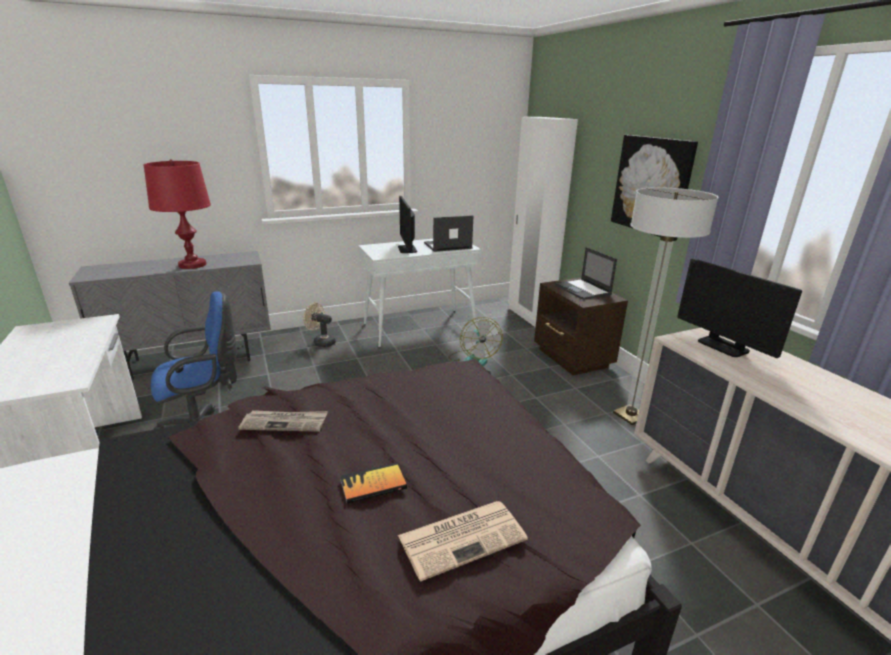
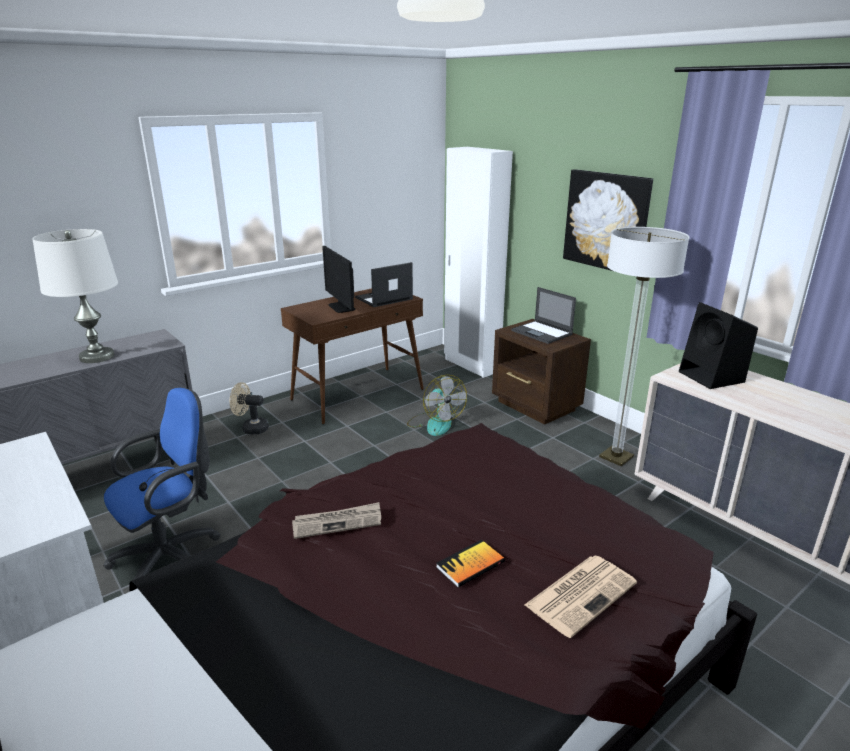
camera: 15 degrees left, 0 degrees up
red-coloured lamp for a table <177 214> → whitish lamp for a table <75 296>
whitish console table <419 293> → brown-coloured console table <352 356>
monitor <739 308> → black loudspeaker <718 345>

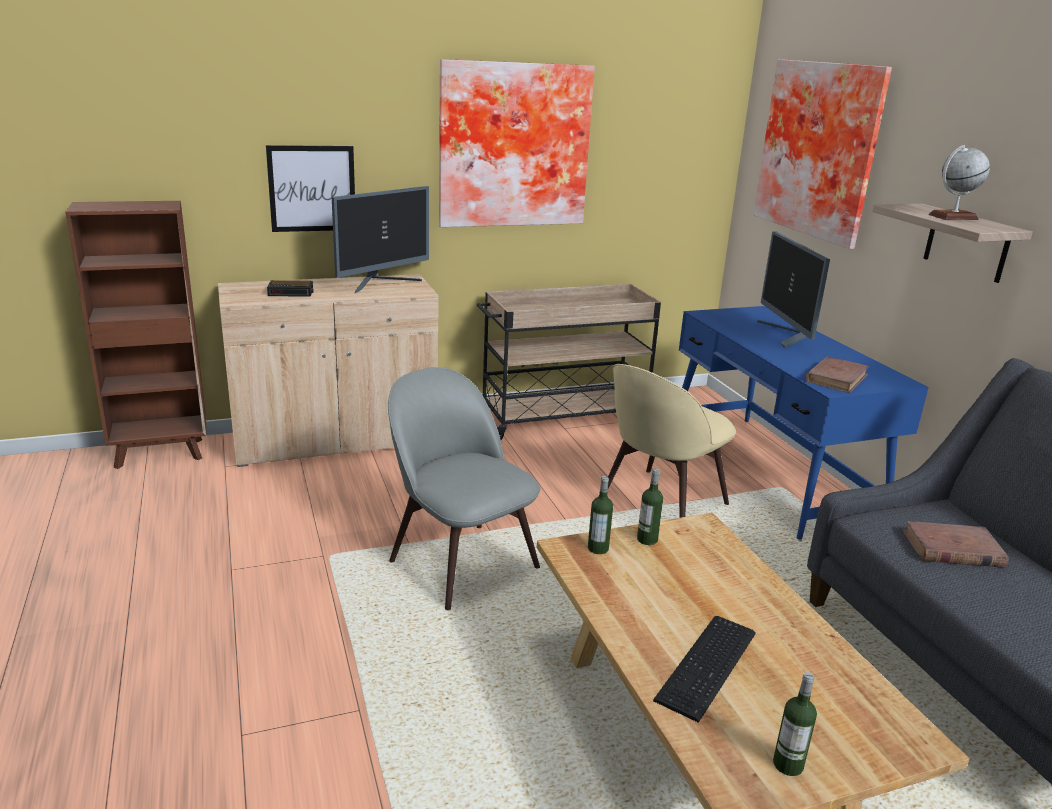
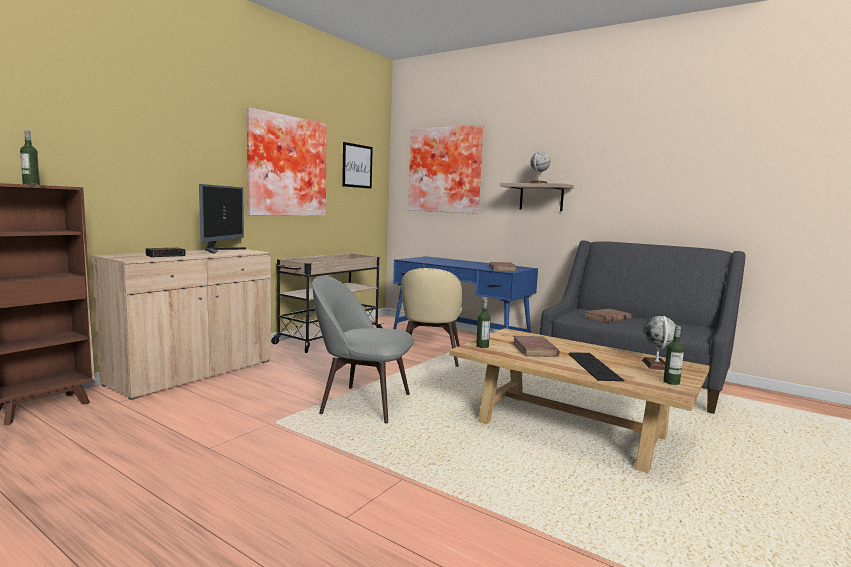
camera: 35 degrees left, 15 degrees down
bottle <650 506> → bottle <30 157>, relocated
wall art <310 188> → wall art <357 165>, relocated
- → brown-coloured book <536 346>
- → desk globe <659 343>
monitor <793 289> → -

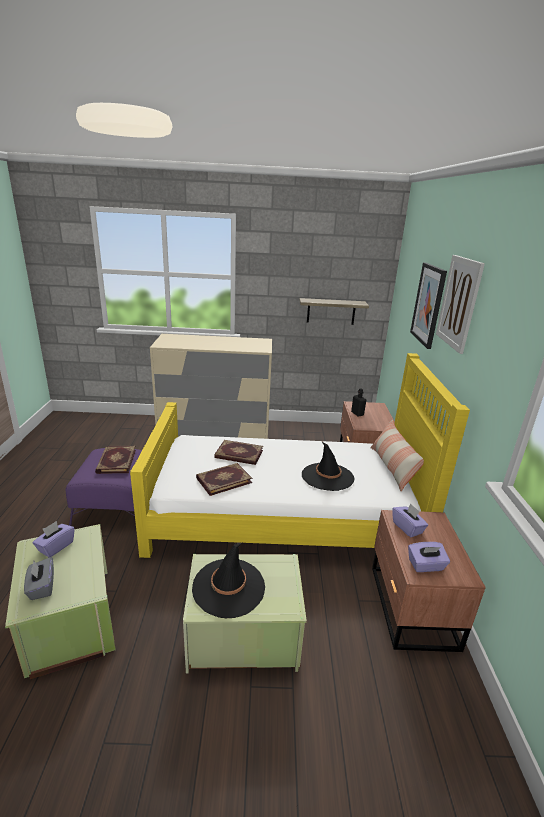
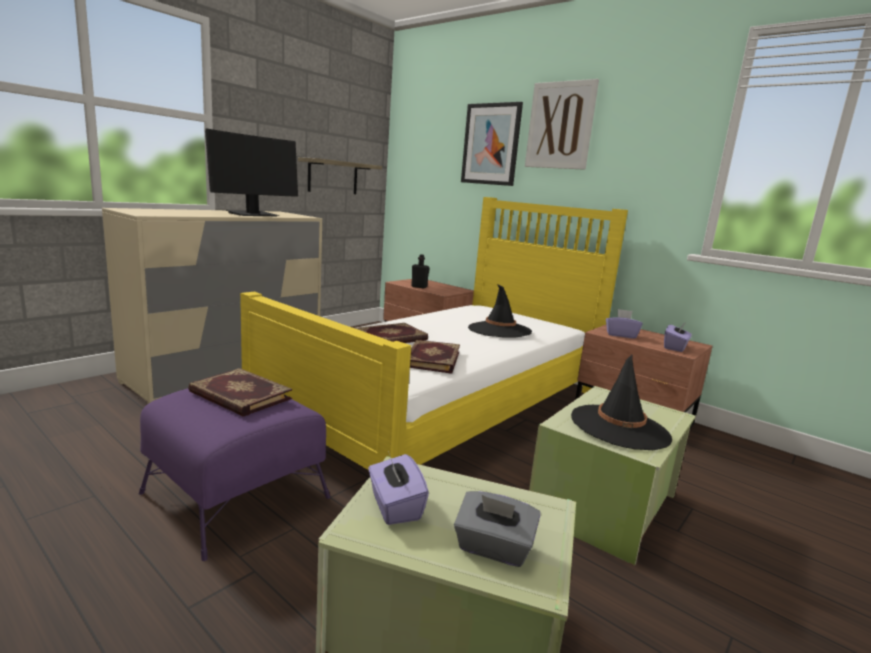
camera: 50 degrees left, 10 degrees down
- → monitor <251 172>
throw pillow <397 455> → -

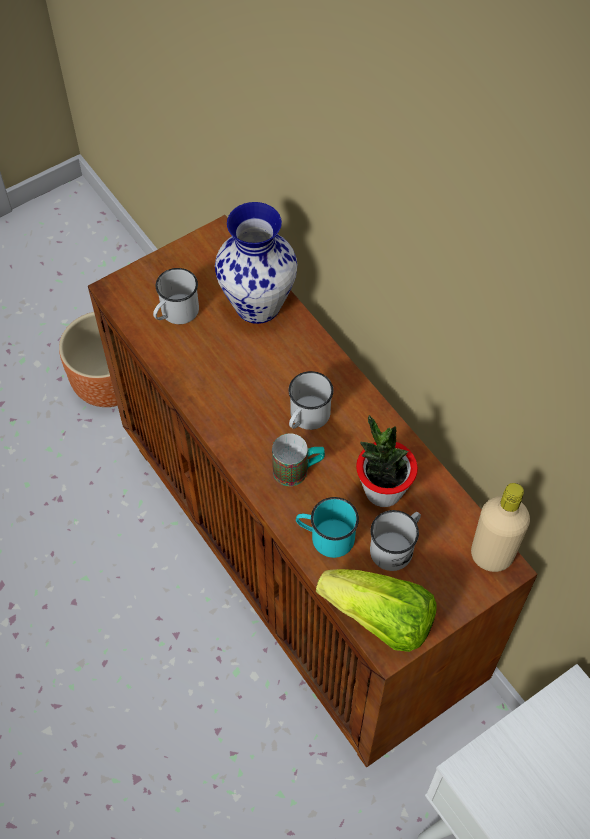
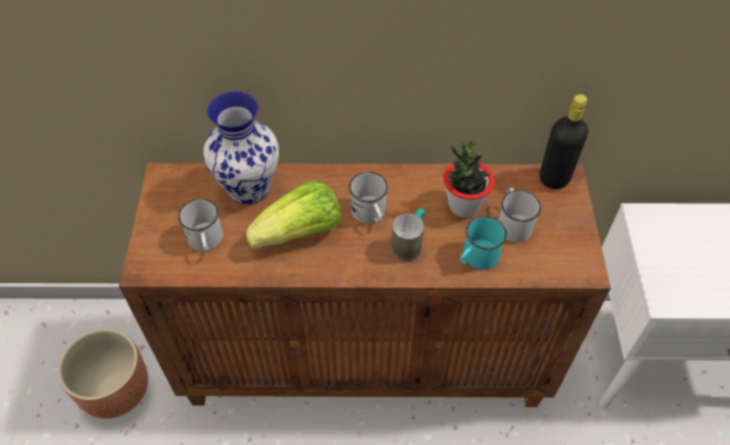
camera: 55 degrees left, 5 degrees down
lettuce head <376 610> → lettuce head <293 214>, relocated
sand-coloured bottle <500 527> → black bottle <564 141>

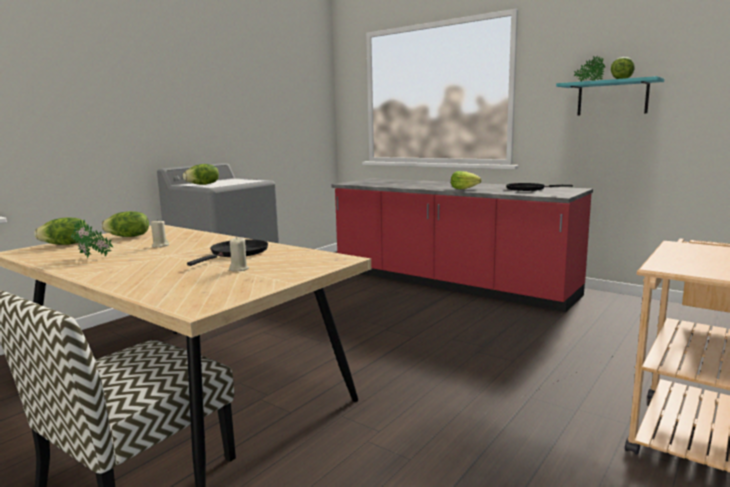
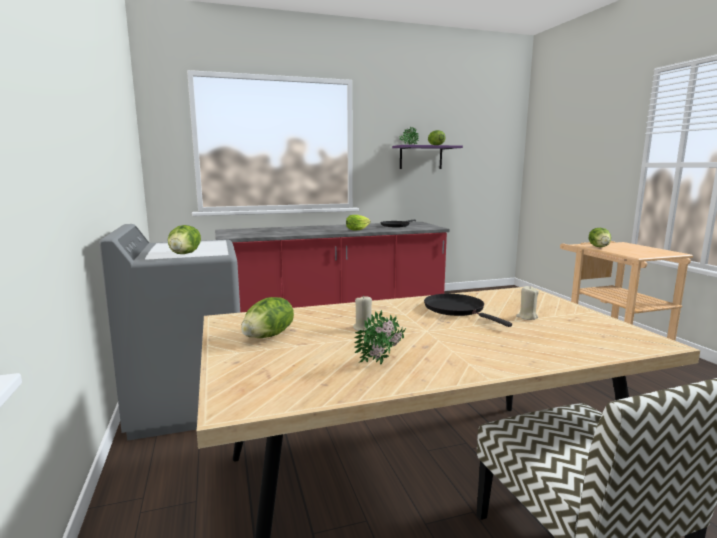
camera: 55 degrees left, 0 degrees up
blue-green bracket shelf <610 96> → purple bracket shelf <427 157>
lettuce head <61 231> → lettuce head <600 237>, relocated

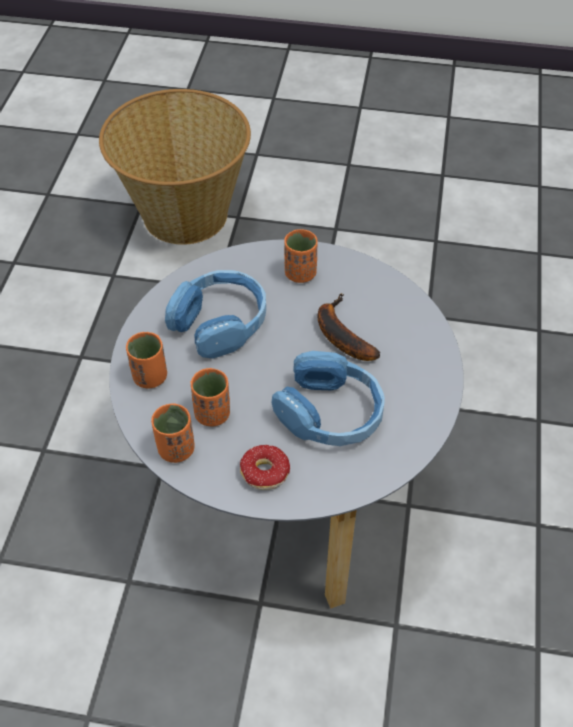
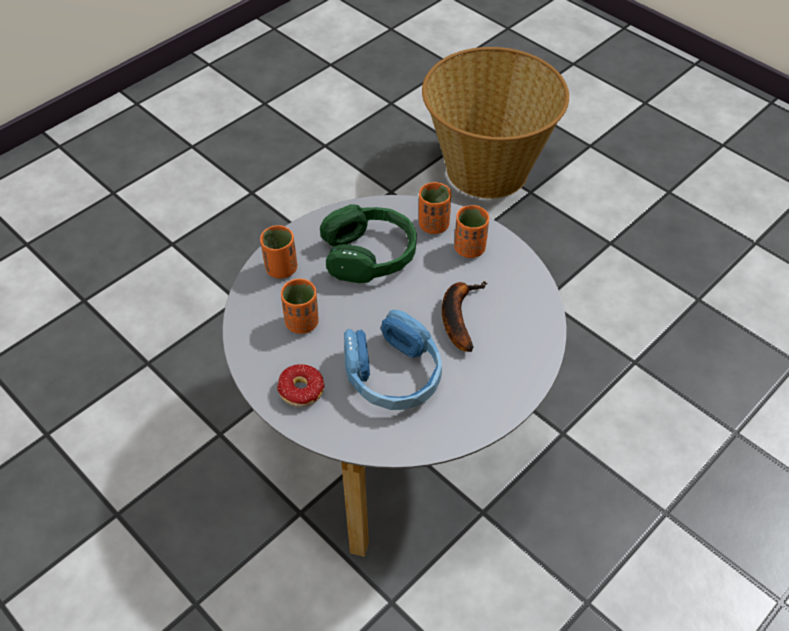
camera: 35 degrees right, 0 degrees up
bluish headphones <215 314> → greenish headphones <368 243>
orange-coloured drinking cup <173 433> → orange-coloured drinking cup <435 208>, relocated

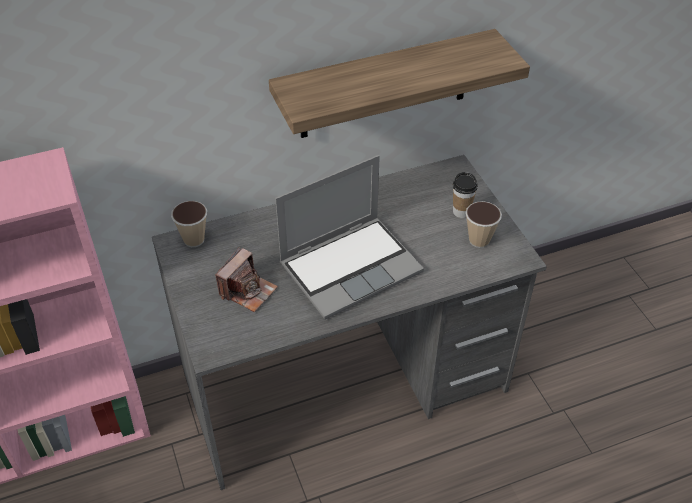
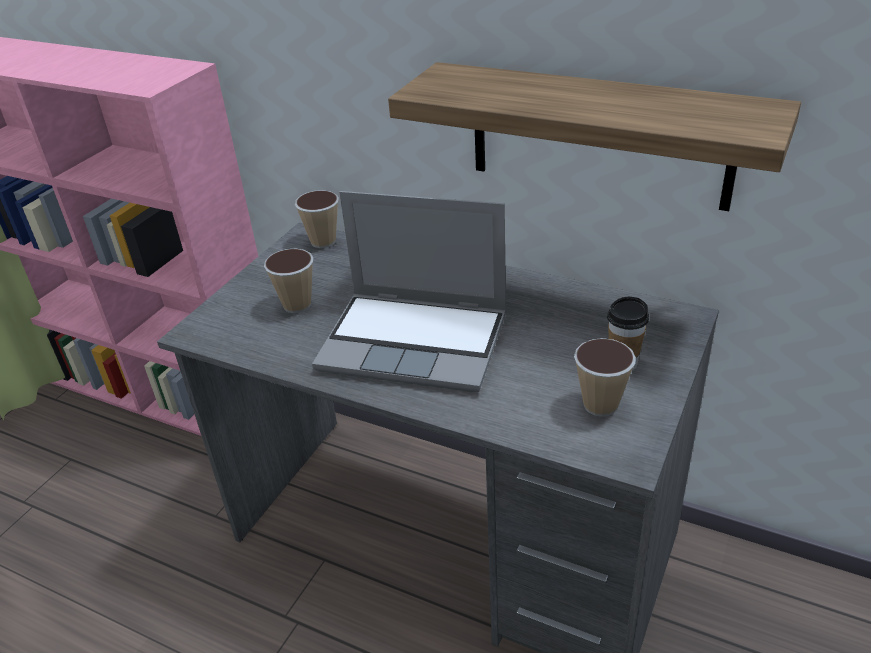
camera: 50 degrees right, 10 degrees down
photo camera <247 279> → drinking cup <288 281>

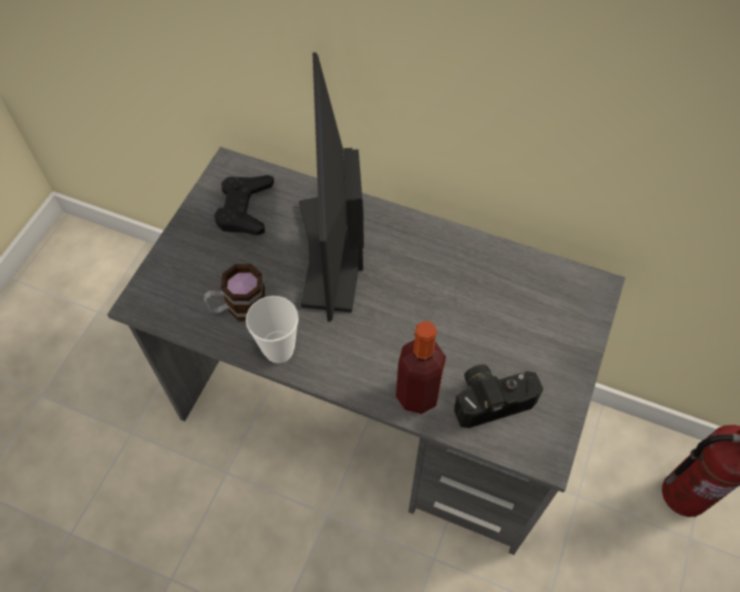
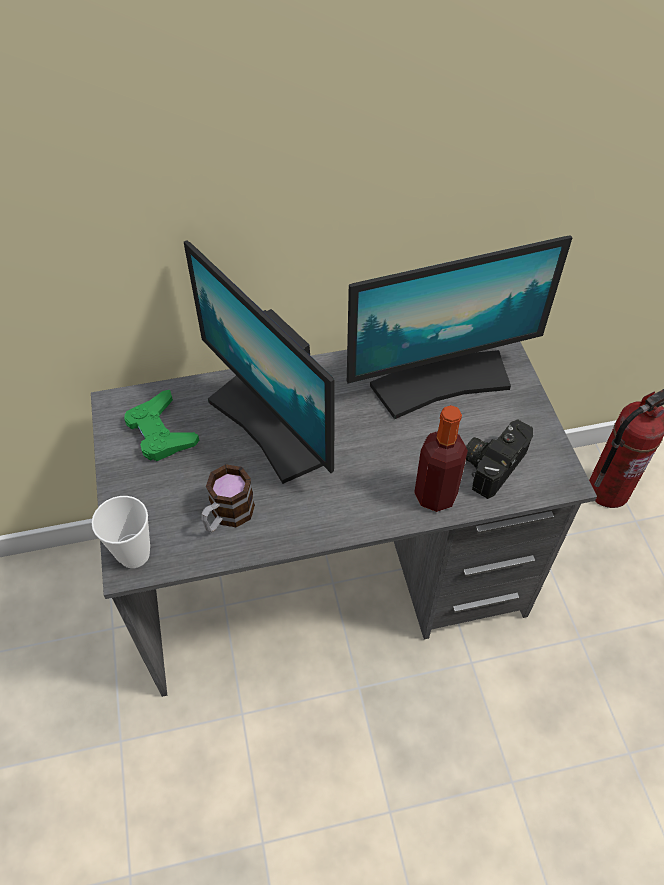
camera: 35 degrees left, 5 degrees down
drinking cup <272 329> → drinking cup <121 532>, relocated
black joypad <244 205> → greenish joypad <161 425>
- → monitor <459 327>

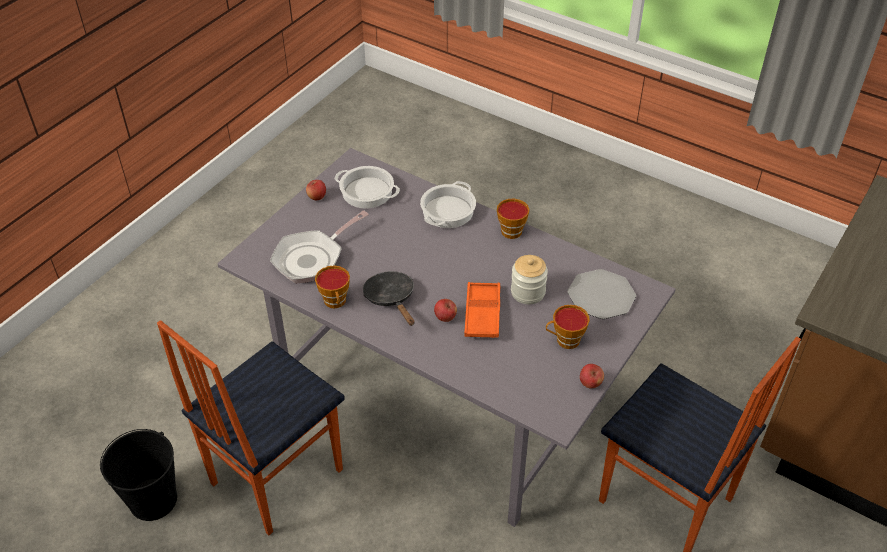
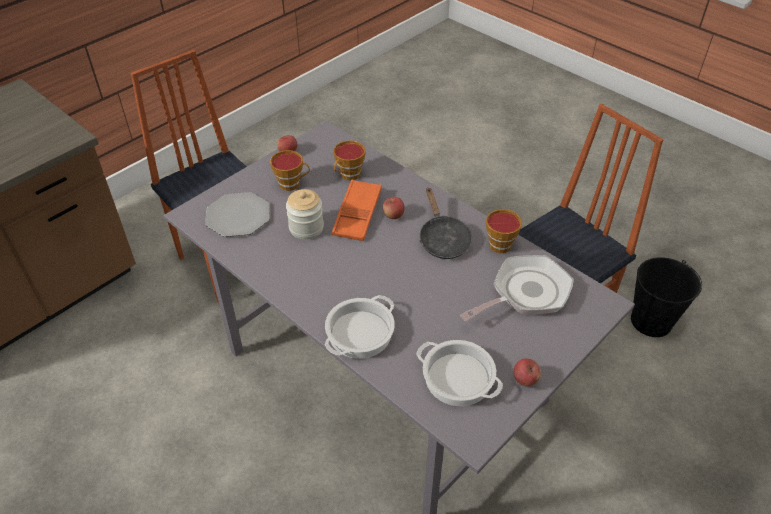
camera: 170 degrees left, 0 degrees up
drinking cup <513 219> → drinking cup <349 160>, relocated

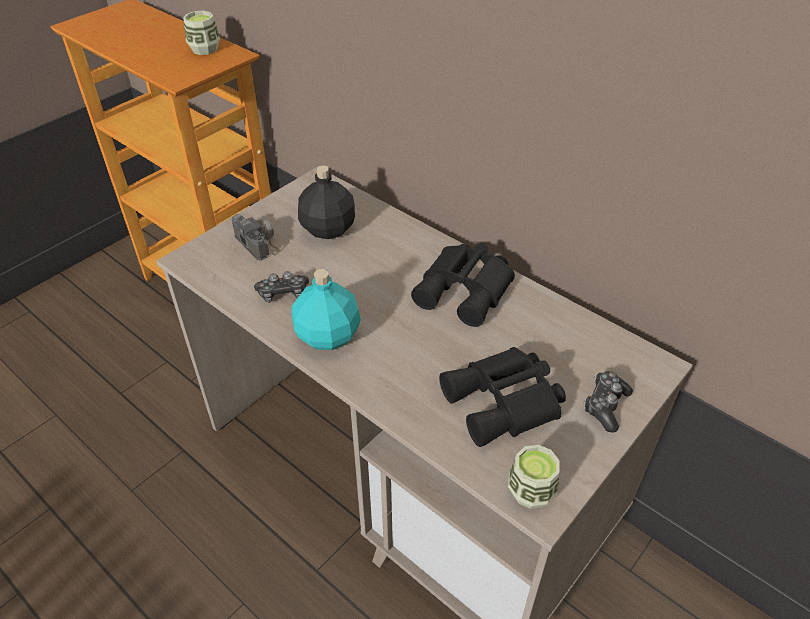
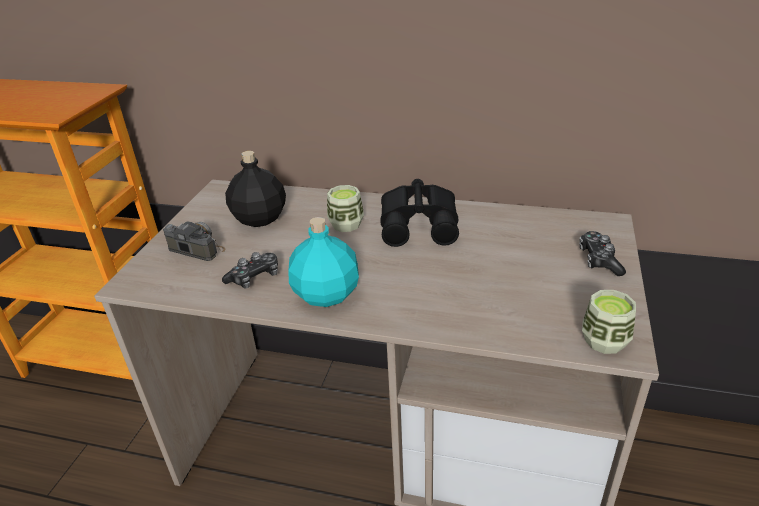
camera: 25 degrees left, 10 degrees down
drinking cup <201 33> → drinking cup <345 208>, relocated
black binoculars <502 397> → -

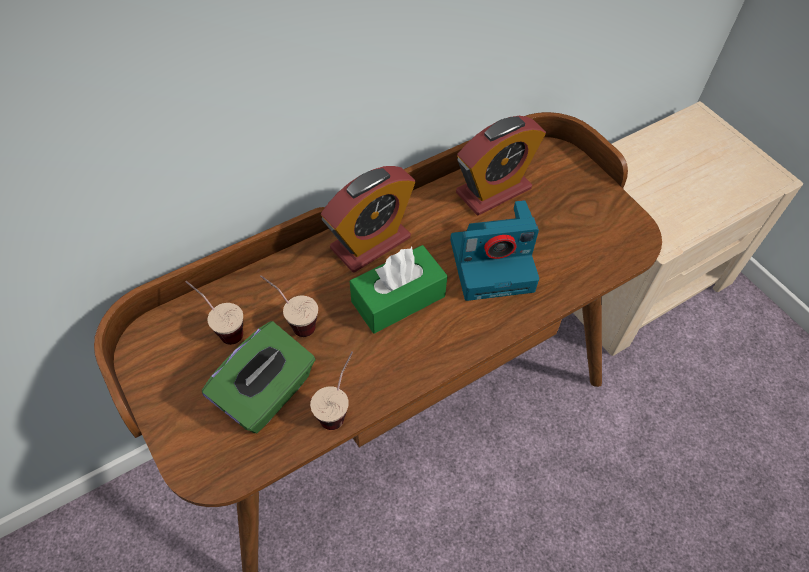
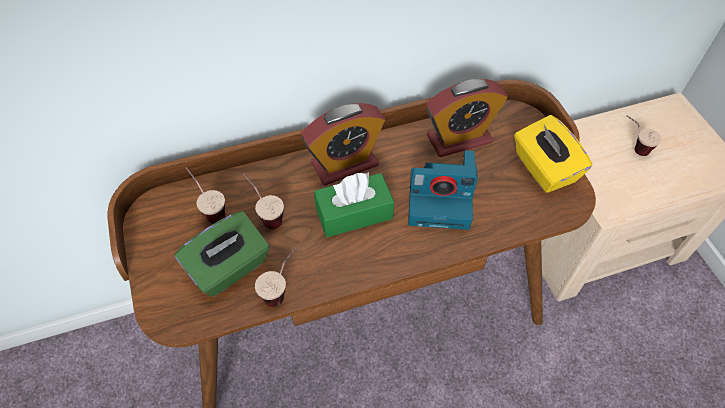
camera: 15 degrees right, 0 degrees up
- → yellow-coloured box of tissues <553 154>
- → drinking cup <643 135>

